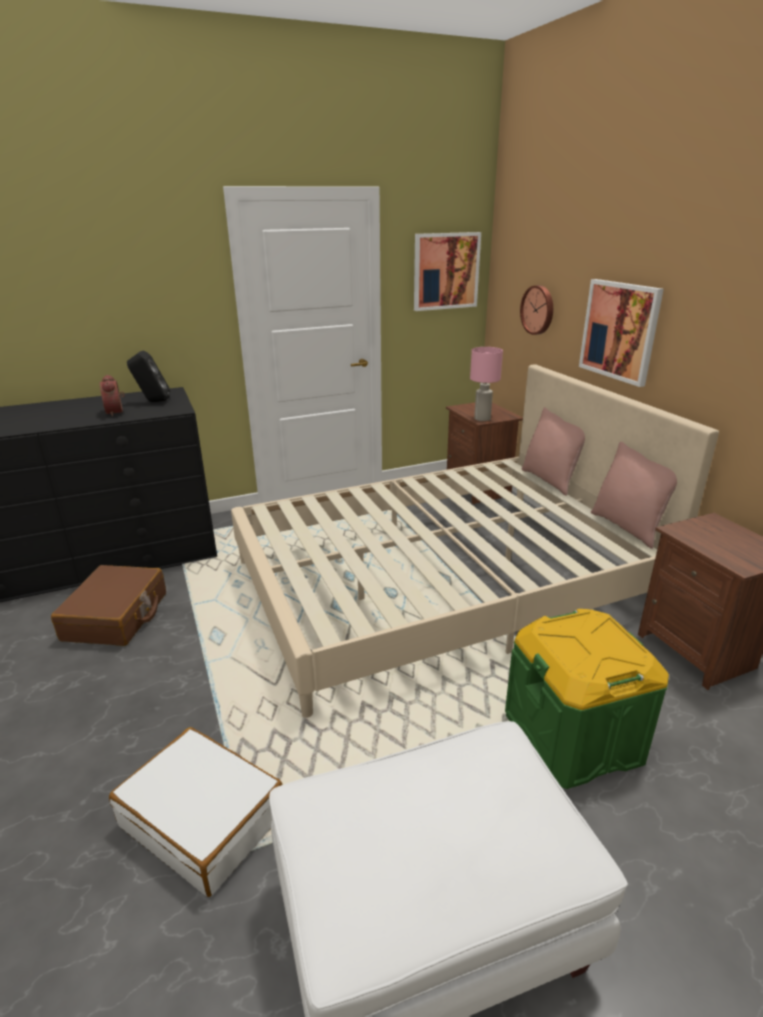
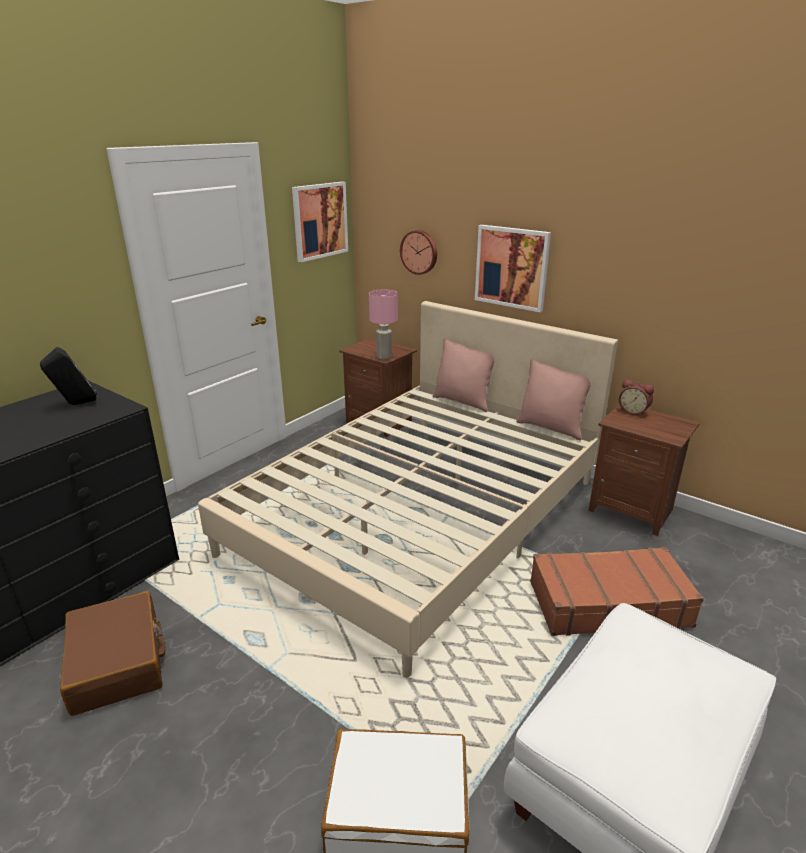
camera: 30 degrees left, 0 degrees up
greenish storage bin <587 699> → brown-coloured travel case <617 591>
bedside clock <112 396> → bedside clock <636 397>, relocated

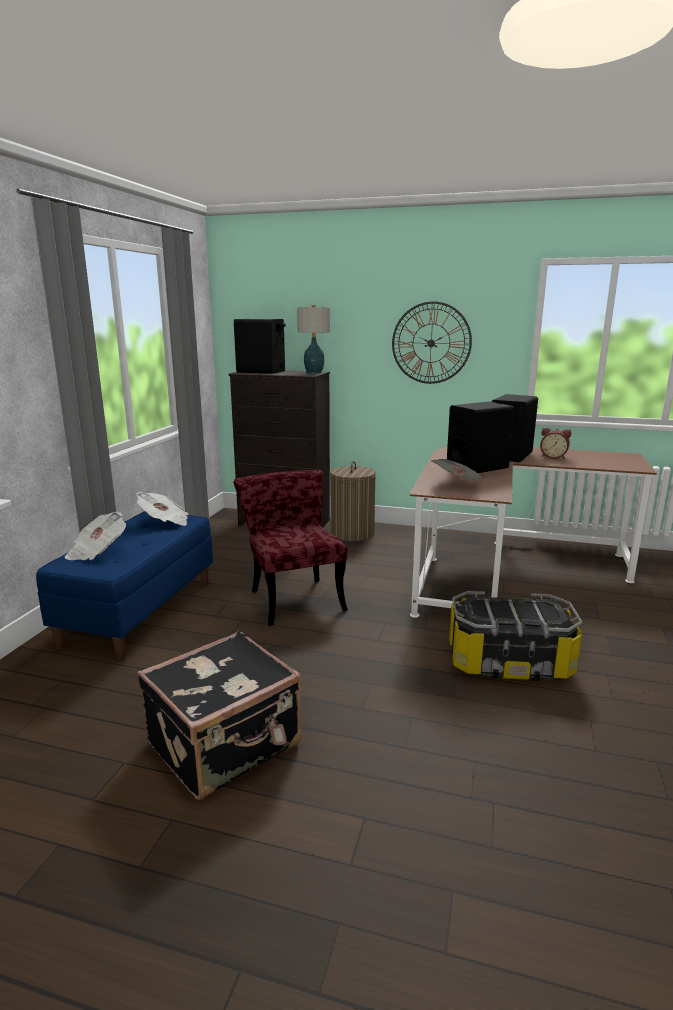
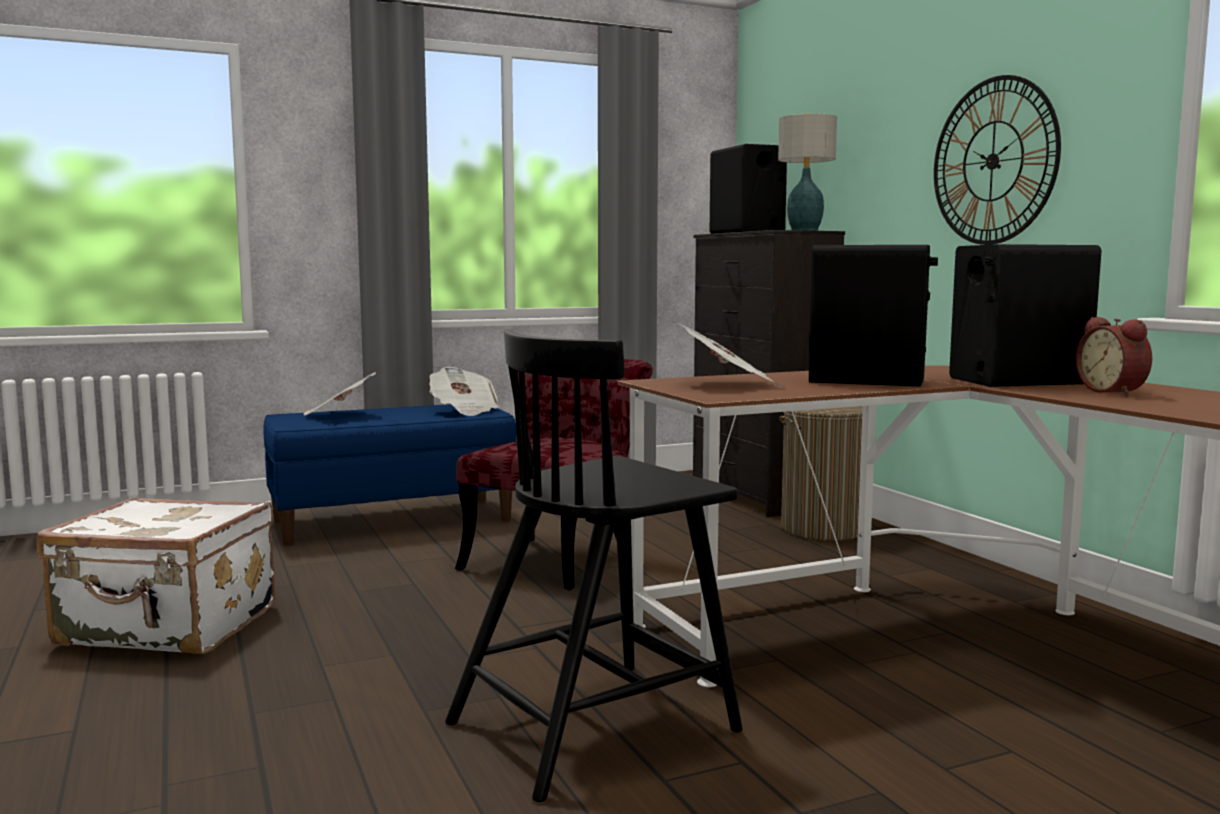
camera: 50 degrees right, 10 degrees down
black travel case <219 715> → whitish travel case <156 575>
storage bin <515 636> → black plain chair <594 565>

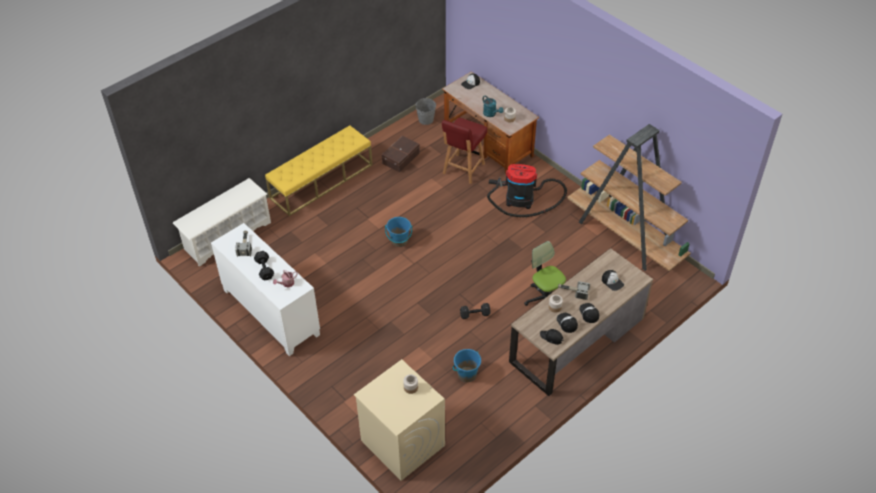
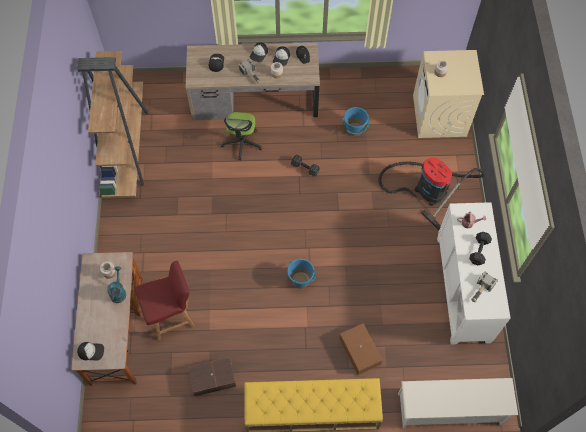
camera: 140 degrees left, 15 degrees up
- → brown-coloured storage bin <361 349>
hoover <527 190> → hoover <431 193>, relocated
greyish pail <425 111> → -

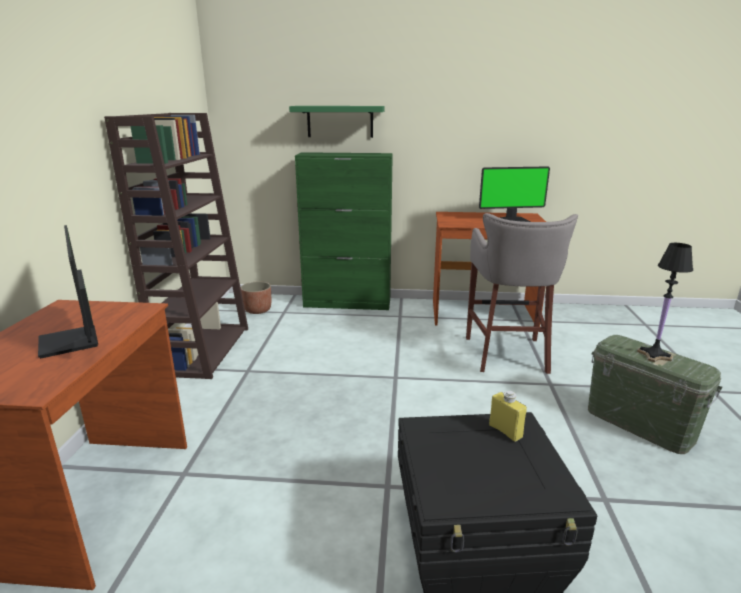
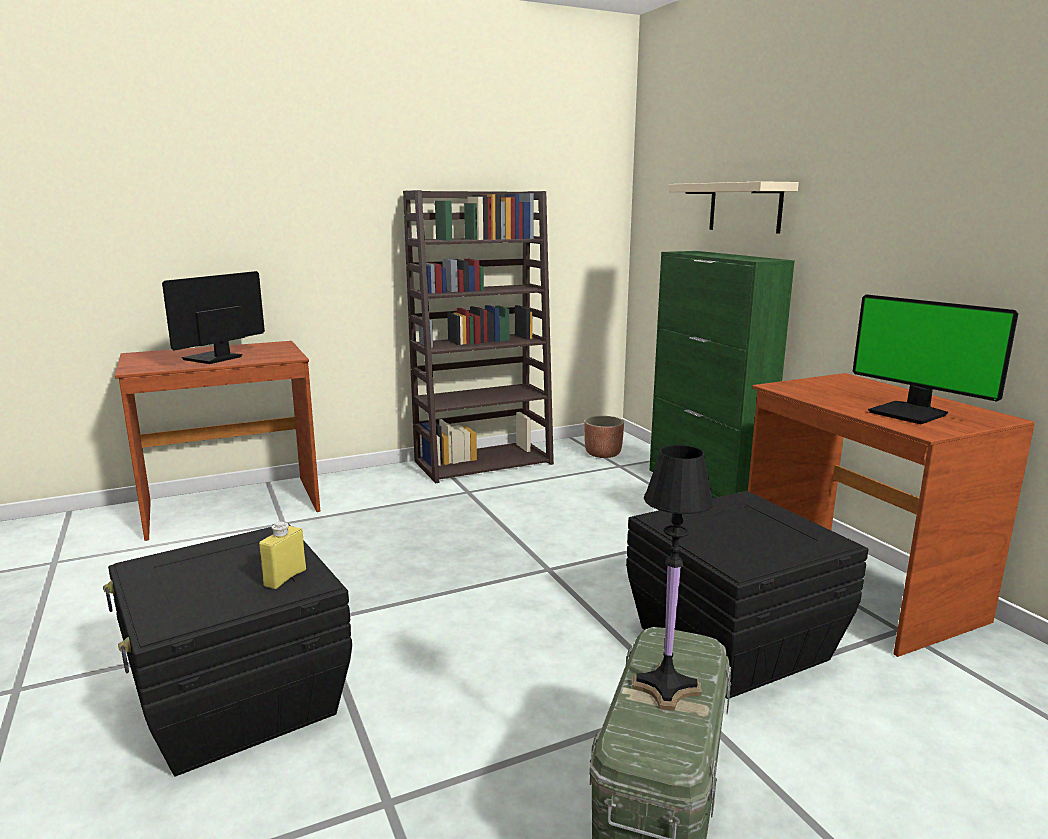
camera: 60 degrees right, 5 degrees down
greyish sitting stool <522 293> → black storage bin <747 595>
greenish bracket shelf <336 122> → sand-coloured bracket shelf <734 207>

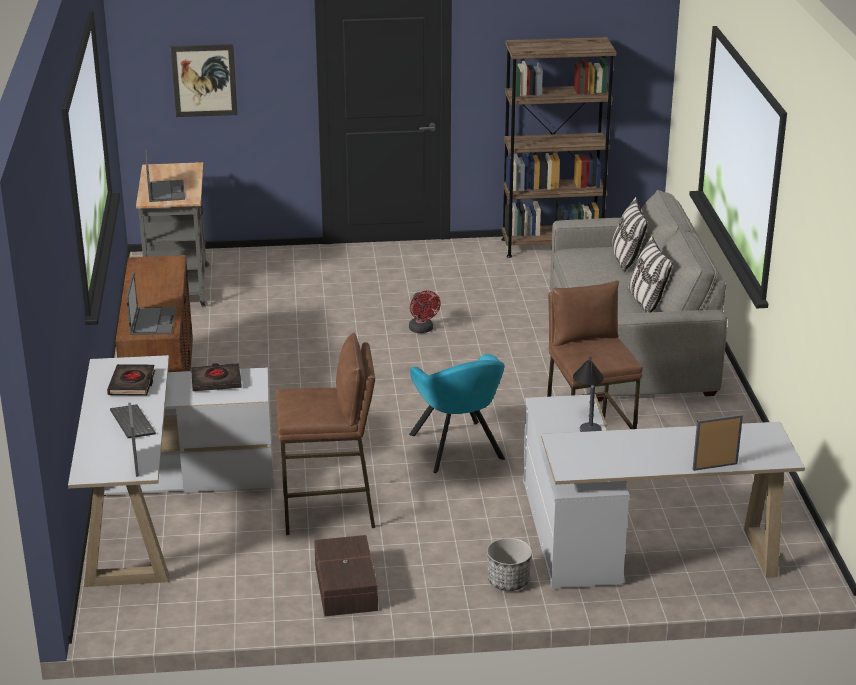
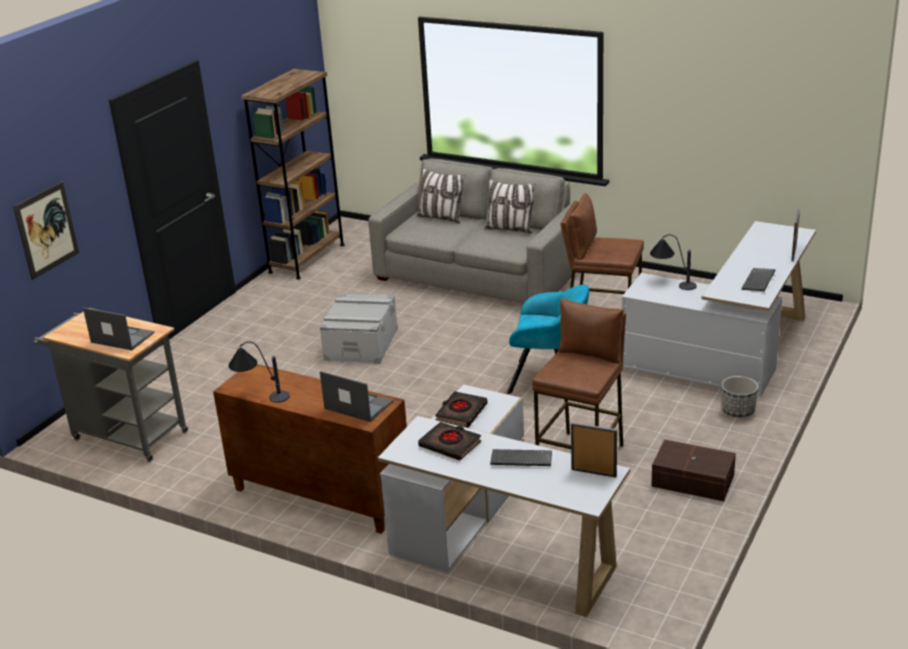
camera: 55 degrees left, 0 degrees up
- → lamp for a table <259 372>
red-coloured electric fan <425 312> → greyish storage bin <359 329>
- → computer keyboard <758 279>

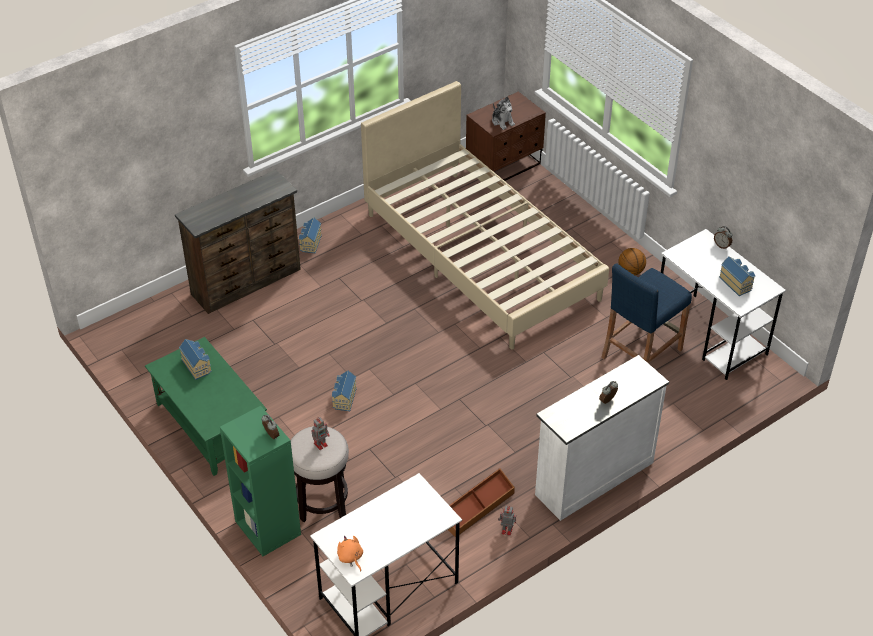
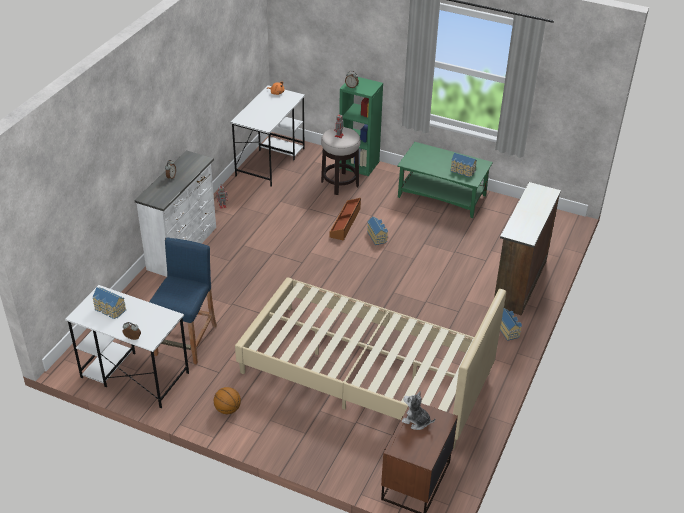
camera: 150 degrees right, 5 degrees down
brown-coloured storage bin <481 502> → brown-coloured storage bin <345 219>, relocated

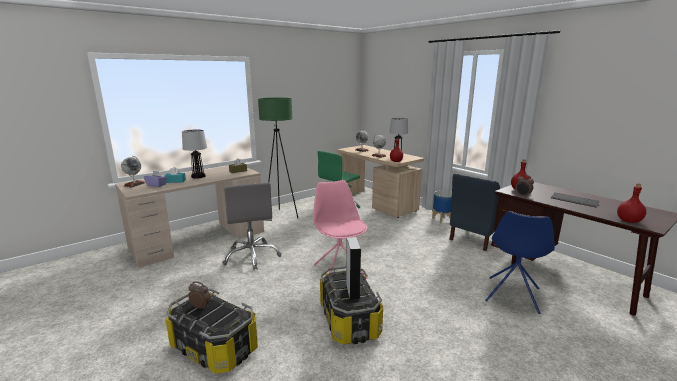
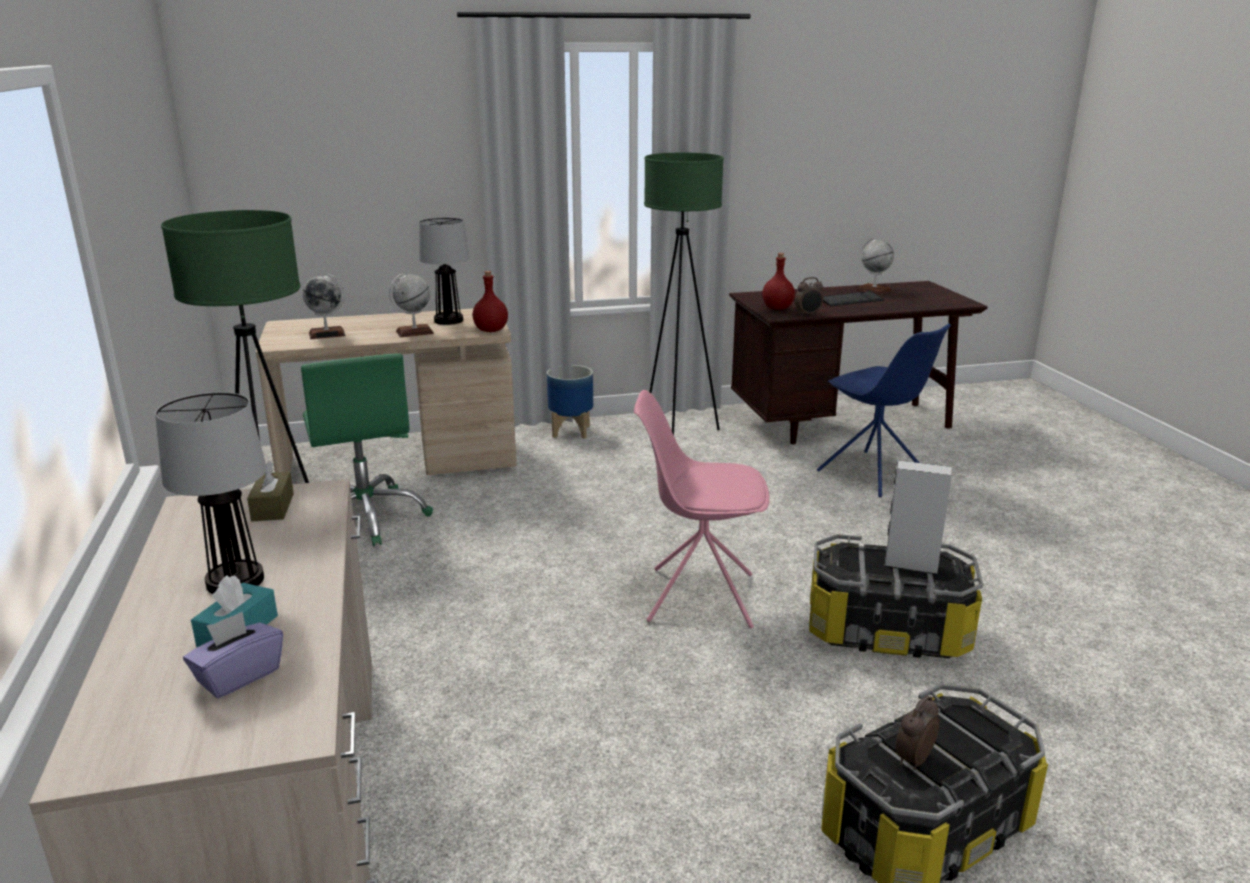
camera: 65 degrees left, 5 degrees up
bluish plain chair <474 212> → greenish standard lamp <684 294>
desk globe <133 171> → desk globe <875 266>, relocated
greyish desk chair <252 226> → -
red-coloured bottle <631 203> → -

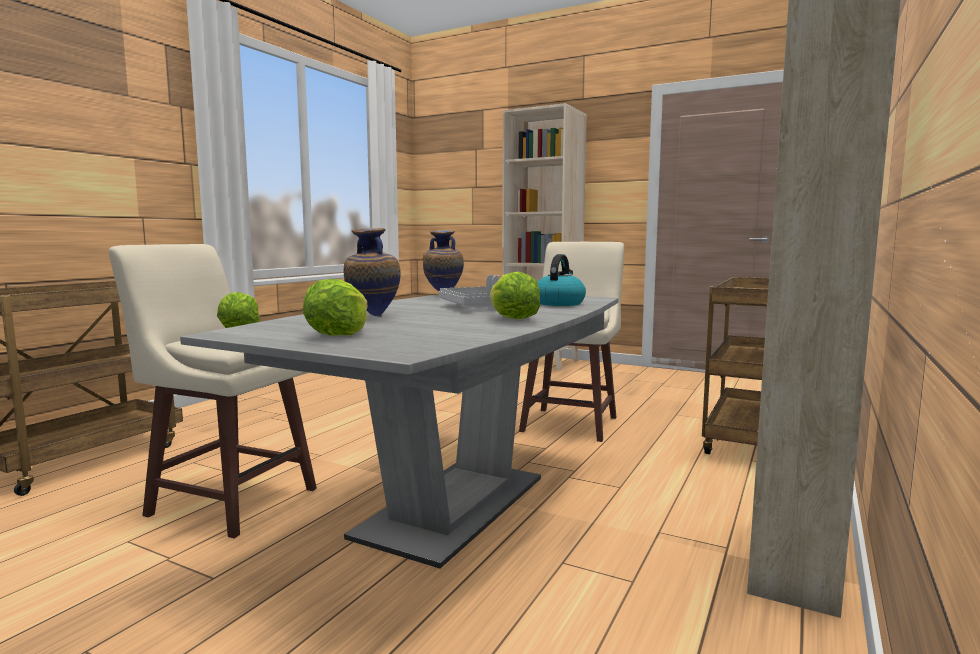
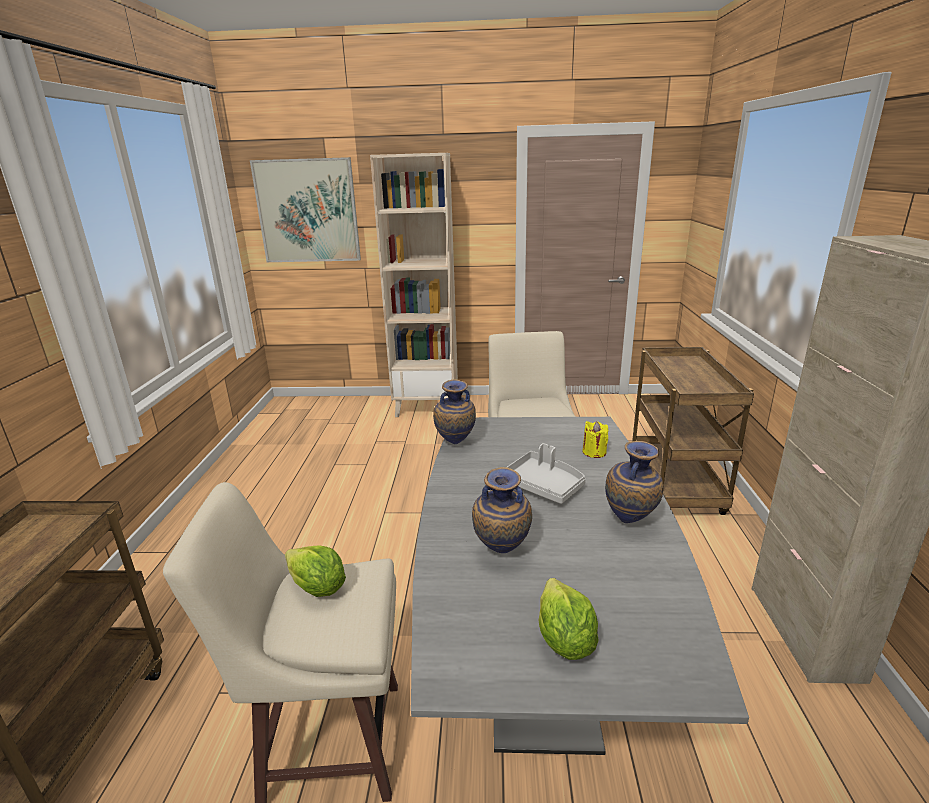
camera: 25 degrees left, 15 degrees up
- → wall art <305 209>
water kettle <561 280> → yellow-coloured wax candle <595 439>
lettuce head <515 295> → flower vase <634 482>

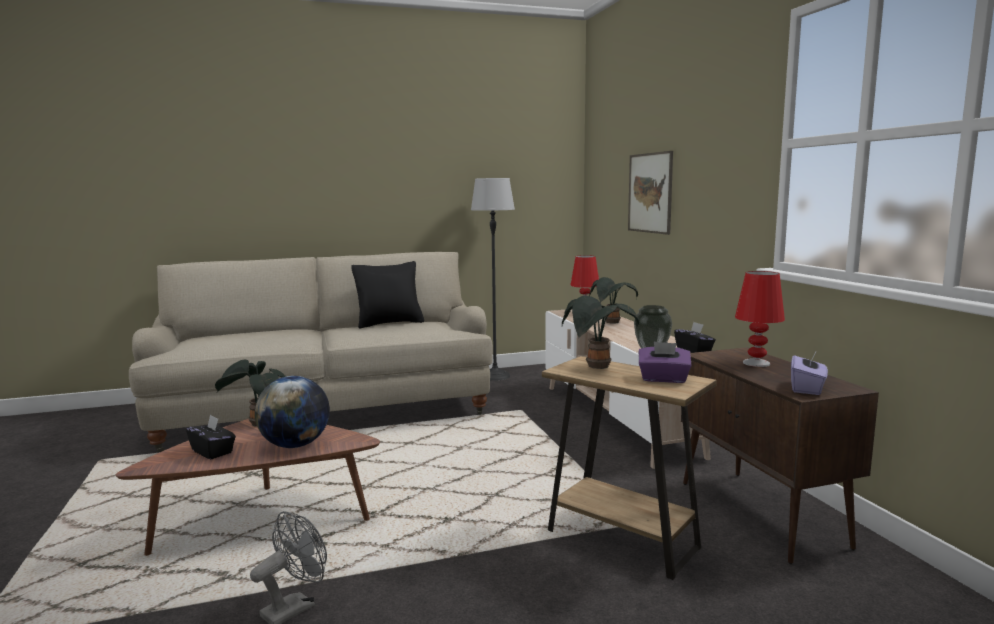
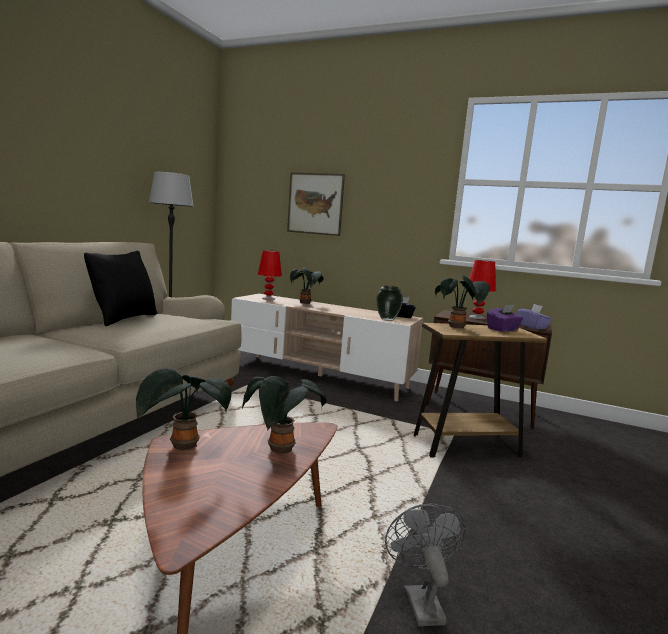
camera: 50 degrees left, 0 degrees up
desk globe <292 412> → houseplant <284 415>
black box of tissues <211 436> → -

